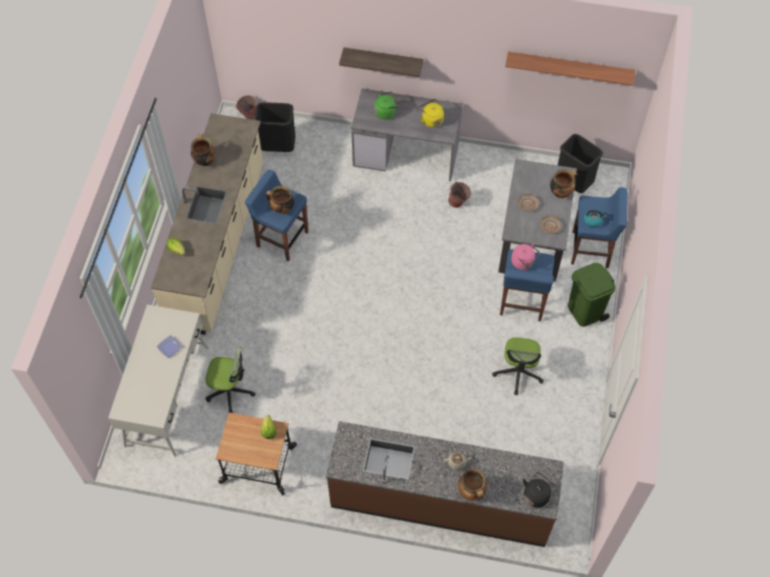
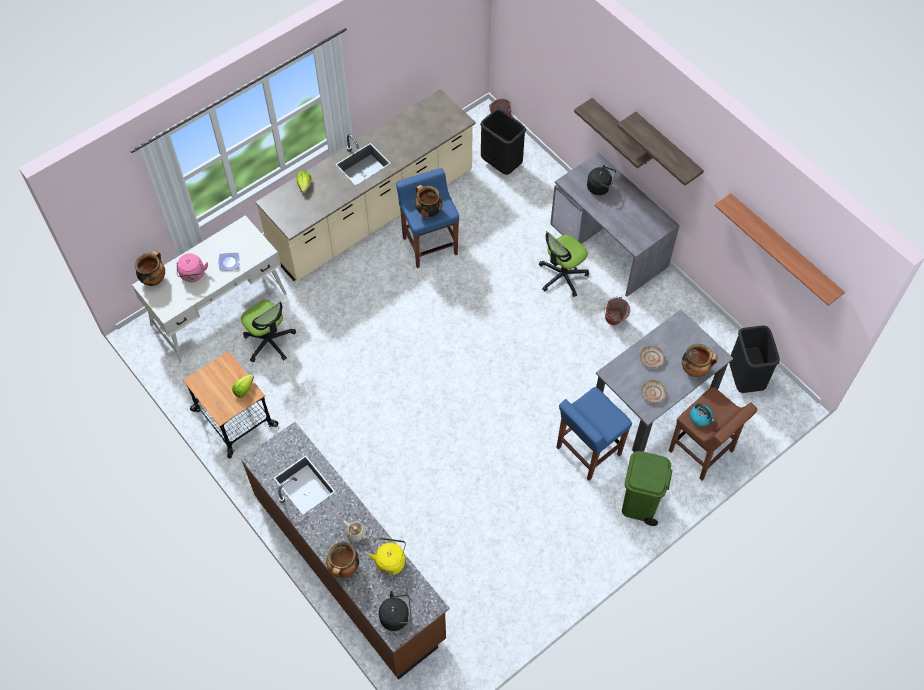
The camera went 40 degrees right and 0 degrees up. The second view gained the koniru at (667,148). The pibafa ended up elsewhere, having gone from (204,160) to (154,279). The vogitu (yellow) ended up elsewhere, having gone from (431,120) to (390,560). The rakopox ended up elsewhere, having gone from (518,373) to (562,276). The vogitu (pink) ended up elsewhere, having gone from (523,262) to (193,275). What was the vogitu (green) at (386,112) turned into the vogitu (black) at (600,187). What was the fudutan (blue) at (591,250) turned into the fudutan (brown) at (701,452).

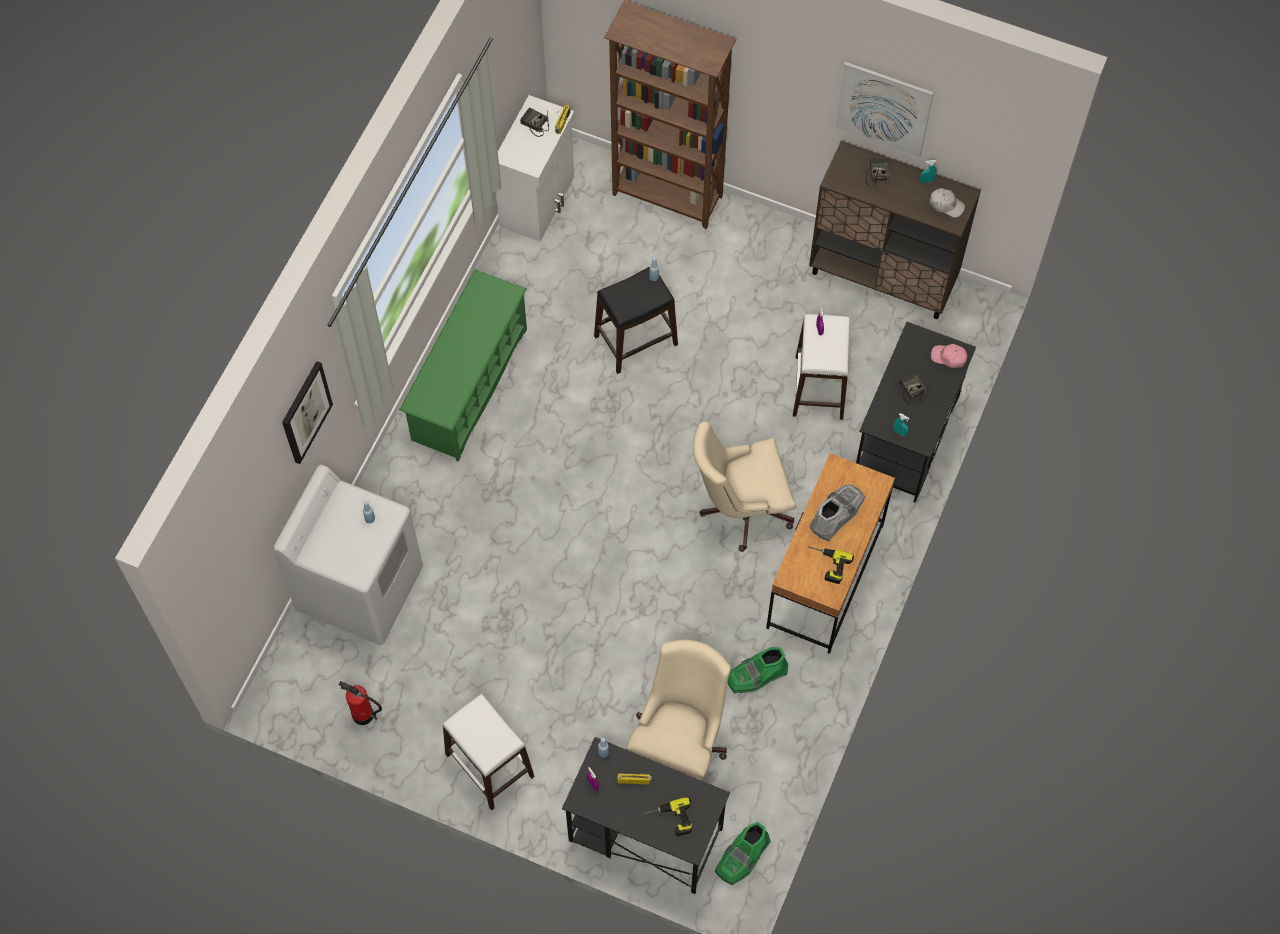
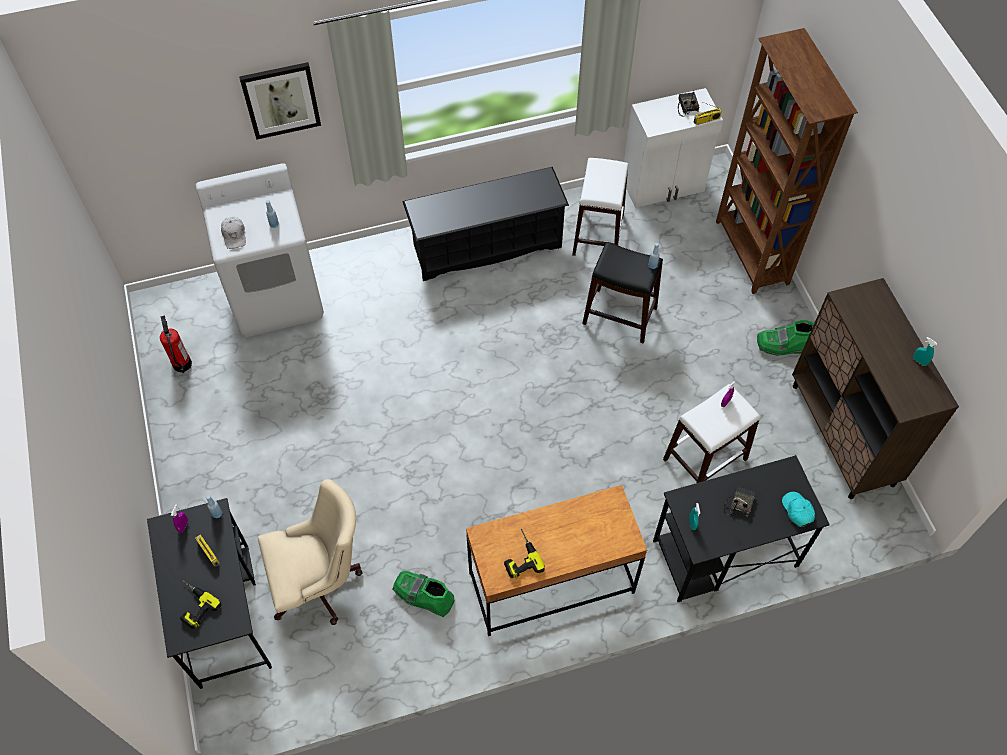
The camera went 50 degrees right and 5 degrees down. The second view lost the rakopox (beige) at (740,508). The second view lost the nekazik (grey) at (836,514). The second view lost the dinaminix at (883,108). The second view lost the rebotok at (877,173). The fudutan (white) ended up elsewhere, having gone from (489,766) to (597,234). The nekazik (green) ended up elsewhere, having gone from (742,857) to (783,345). The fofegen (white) ended up elsewhere, having gone from (946,205) to (234,235). What was the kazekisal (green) at (469,385) turned into the kazekisal (black) at (486,246). What was the fofegen (pink) at (949,357) turned into the fofegen (turquoise) at (797,511).

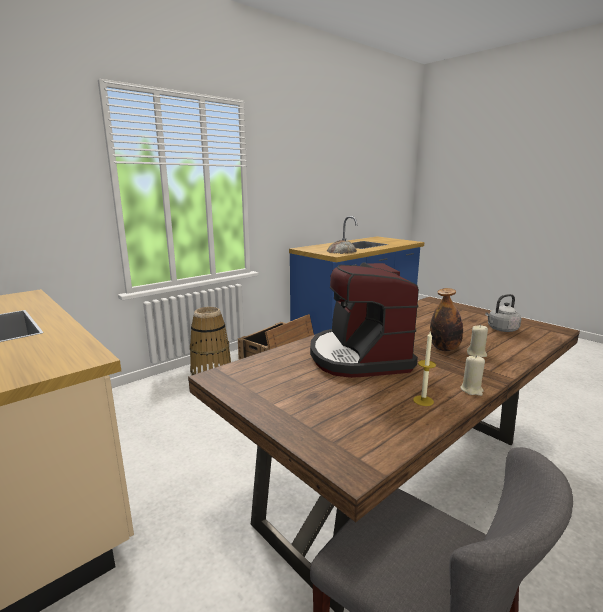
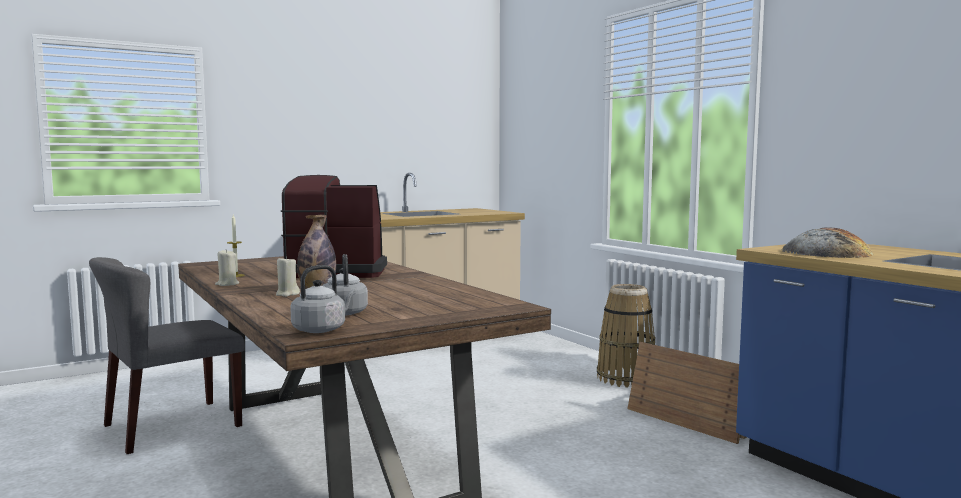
The camera went 100 degrees right and 10 degrees down. The second view gained the vogitu (grey) at (321,329).

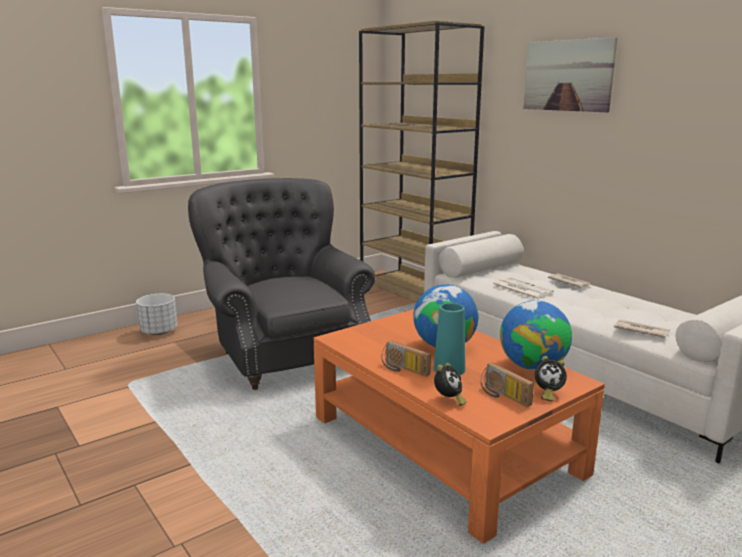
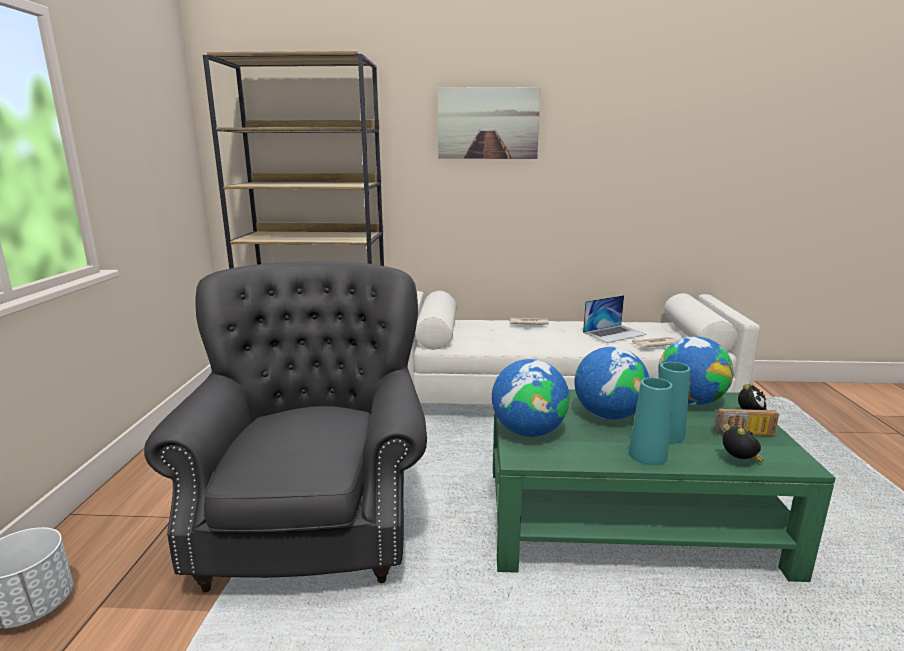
The camera went 50 degrees left and 0 degrees up. The second view lost the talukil at (520,289). The second view gained the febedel at (528,431). The second view gained the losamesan at (614,333). Where the rebotok stood at (403,369), the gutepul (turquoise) came to stand at (647,455). What was the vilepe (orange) at (444,445) turned into the vilepe (green) at (628,518). The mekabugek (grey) at (285,354) ended up facing another way, 75 degrees clockwise from before.

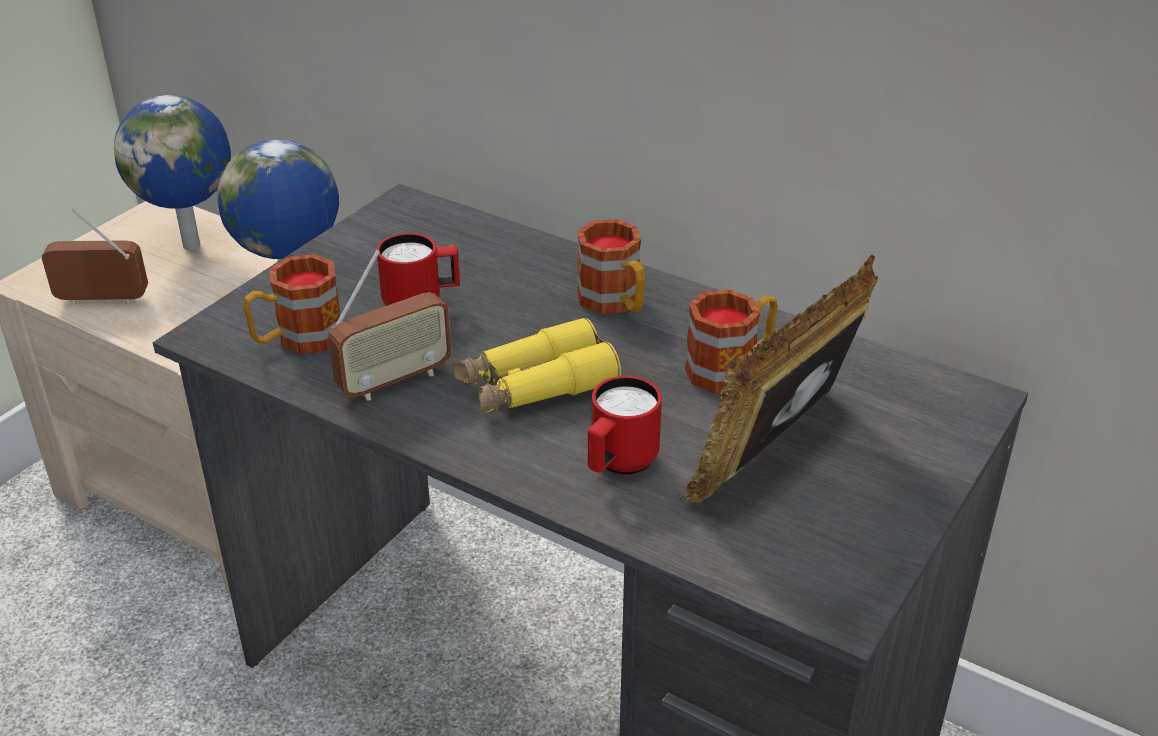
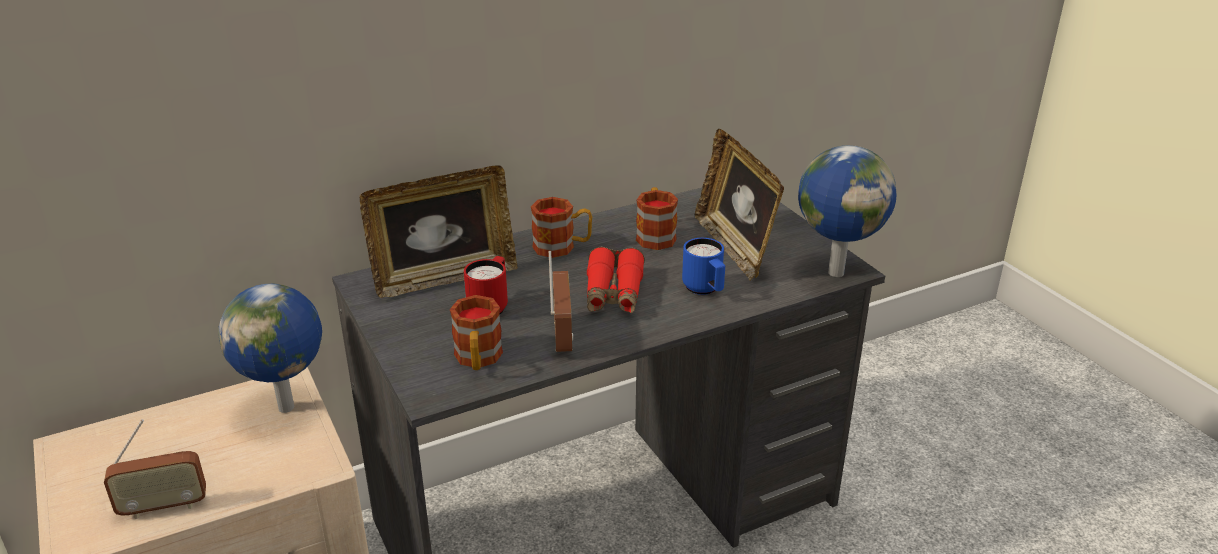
The camera went 60 degrees left and 5 degrees down. The second view gained the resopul at (444,277). The febedel ended up elsewhere, having gone from (194,244) to (835,272). What was the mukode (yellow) at (535,385) turned into the mukode (red) at (613,293). What was the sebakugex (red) at (618,464) turned into the sebakugex (blue) at (705,290). The rebotok at (103,301) ended up facing another way, 135 degrees counterclockwise from before.

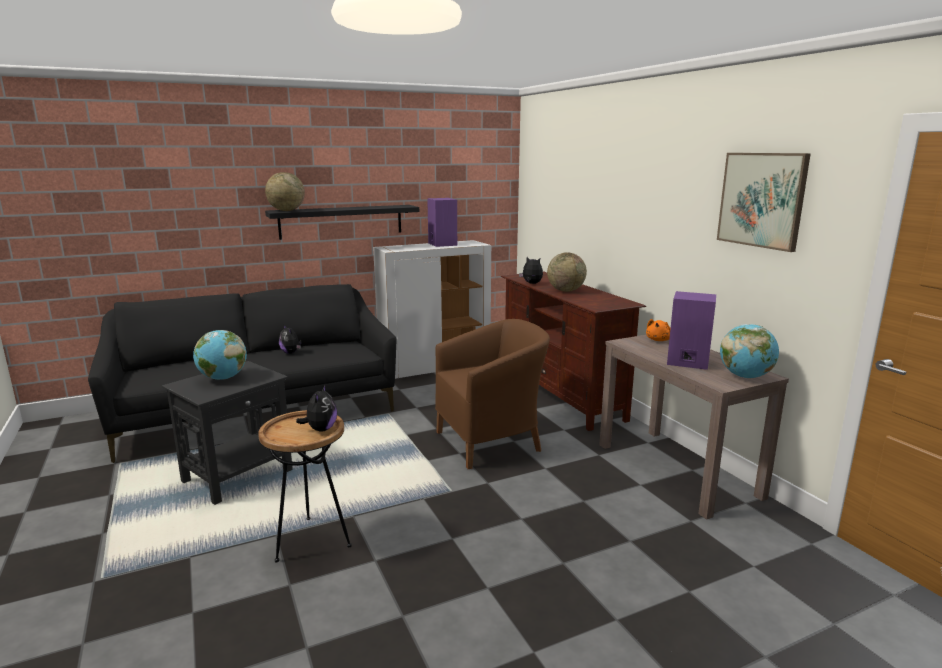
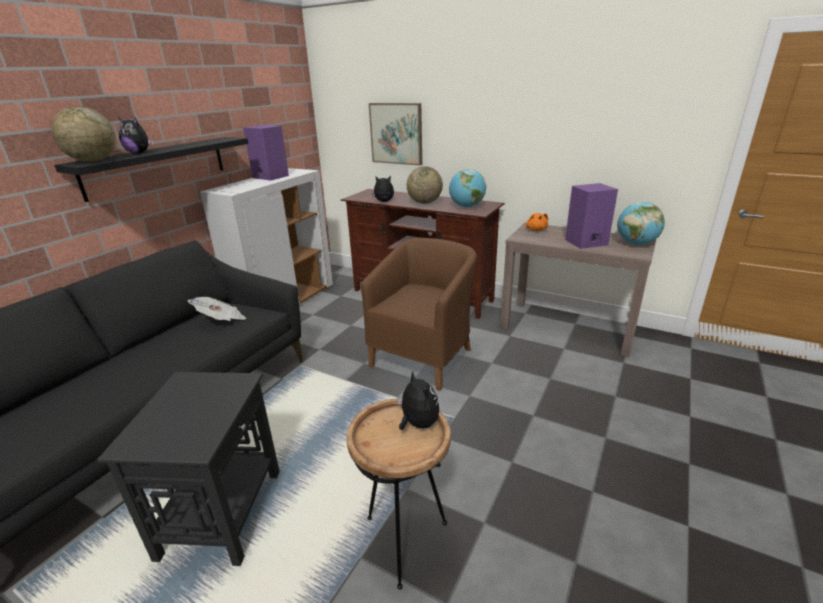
The camera went 35 degrees left and 10 degrees up. The second view gained the talukil at (221,320). The febedel ended up elsewhere, having gone from (223,378) to (466,207). The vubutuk ended up elsewhere, having gone from (291,353) to (139,153). The dinaminix ended up elsewhere, having gone from (762,200) to (396,133).

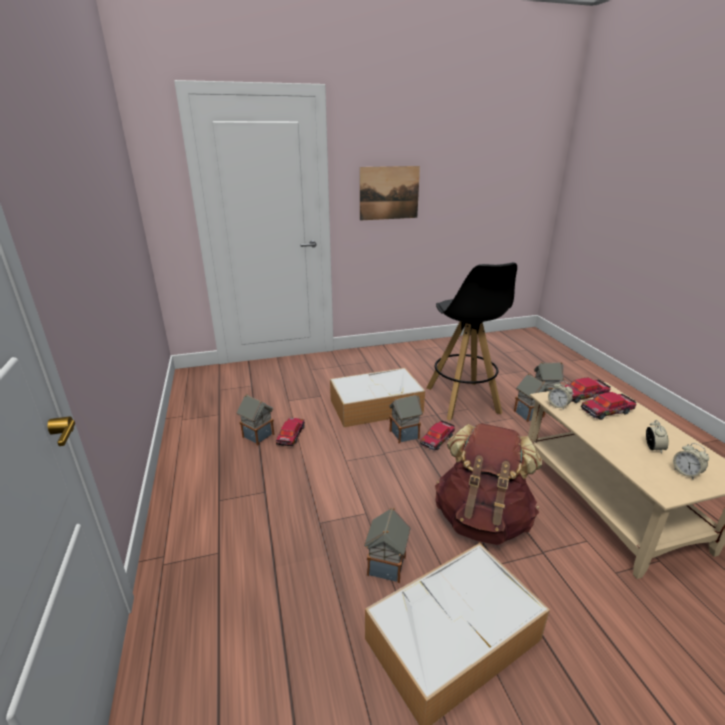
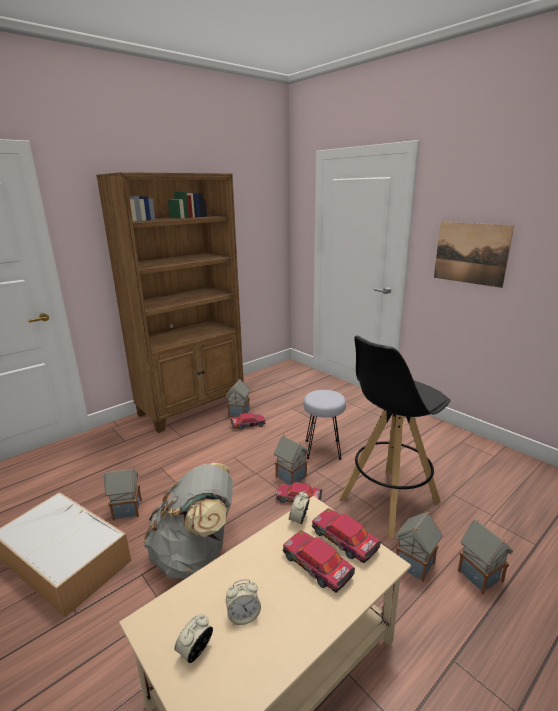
The camera went 65 degrees right and 5 degrees down. The second view gained the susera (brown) at (192,407). Where the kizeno stood at (377,406), the fudutan (grey) came to stand at (323,449). What was the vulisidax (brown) at (482,519) turned into the vulisidax (grey) at (196,553).

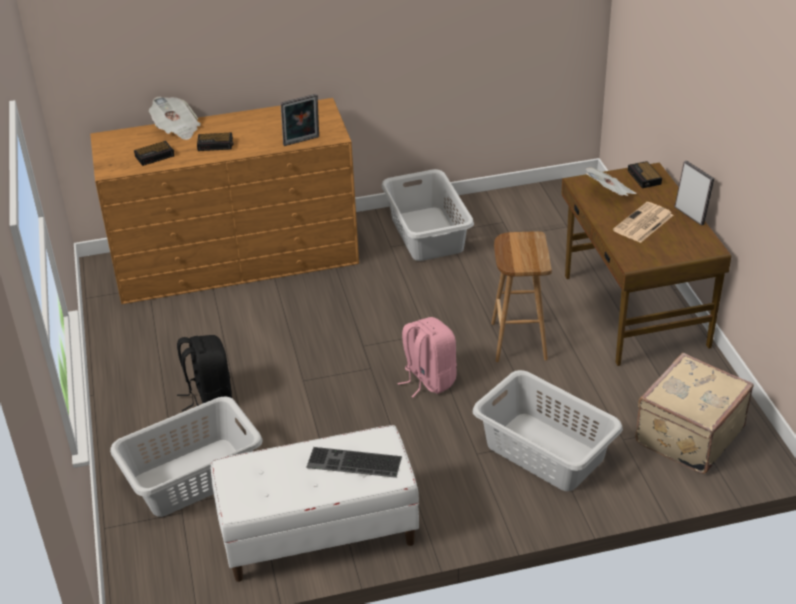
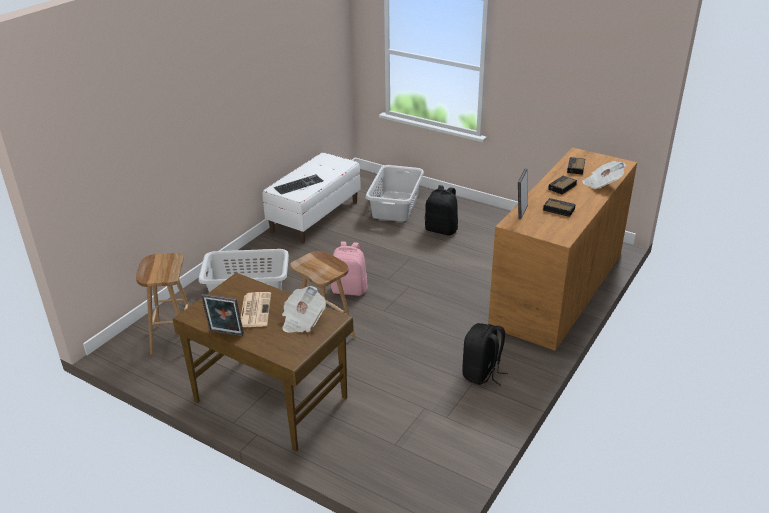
The camera went 135 degrees right and 5 degrees down. The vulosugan ended up elsewhere, having gone from (644,178) to (558,209). Where the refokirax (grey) stood at (427,233), the vulisidax (black) came to stand at (482,373). Where the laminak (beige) stood at (687,435), the fudutan (brown) came to stand at (173,338).

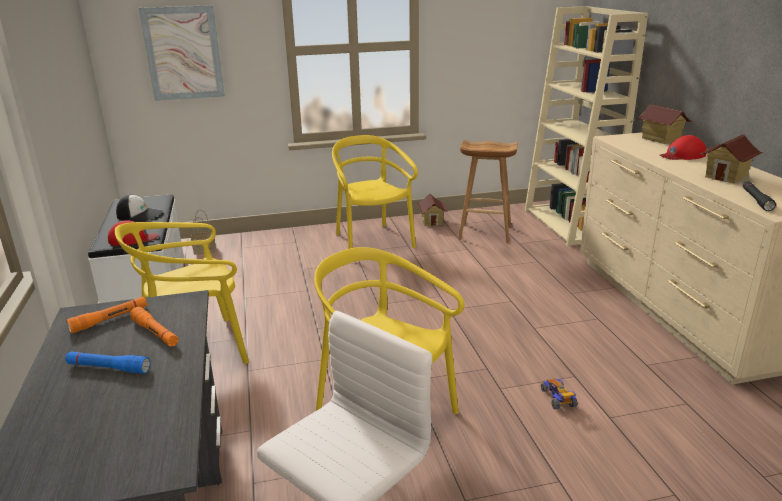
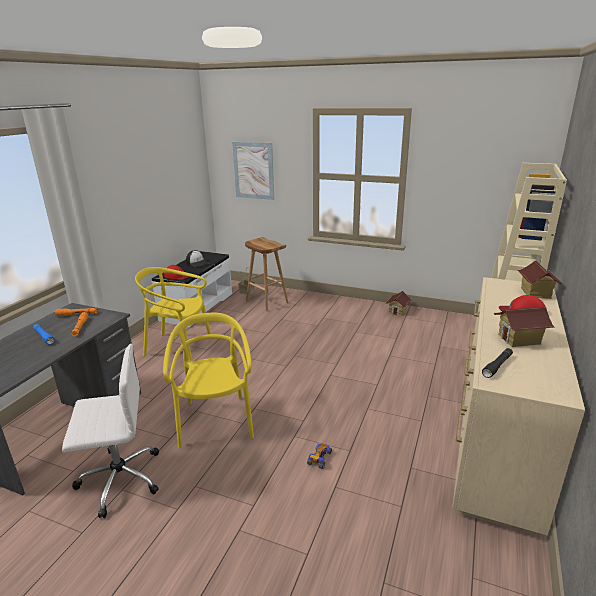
The camera went 35 degrees right and 0 degrees up. The second view lost the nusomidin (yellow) at (372,242). The fudutan (brown) ended up elsewhere, having gone from (484,233) to (266,301).

